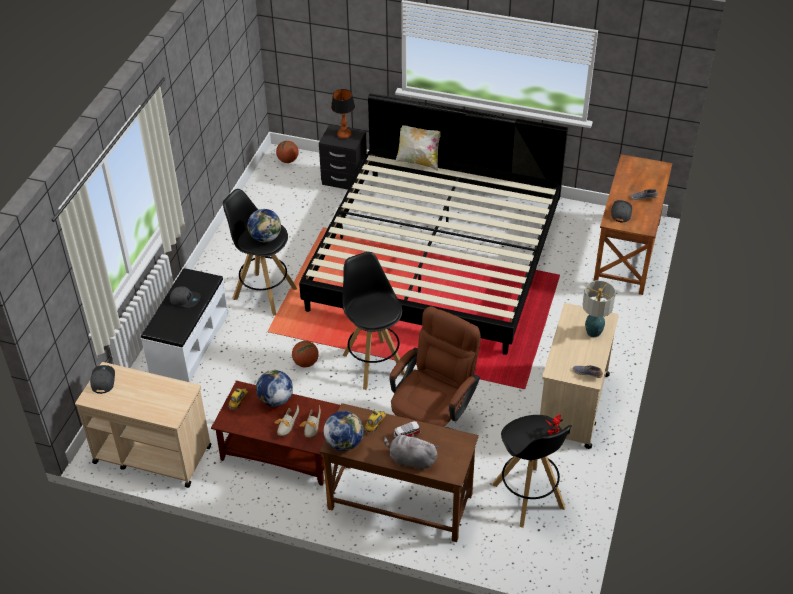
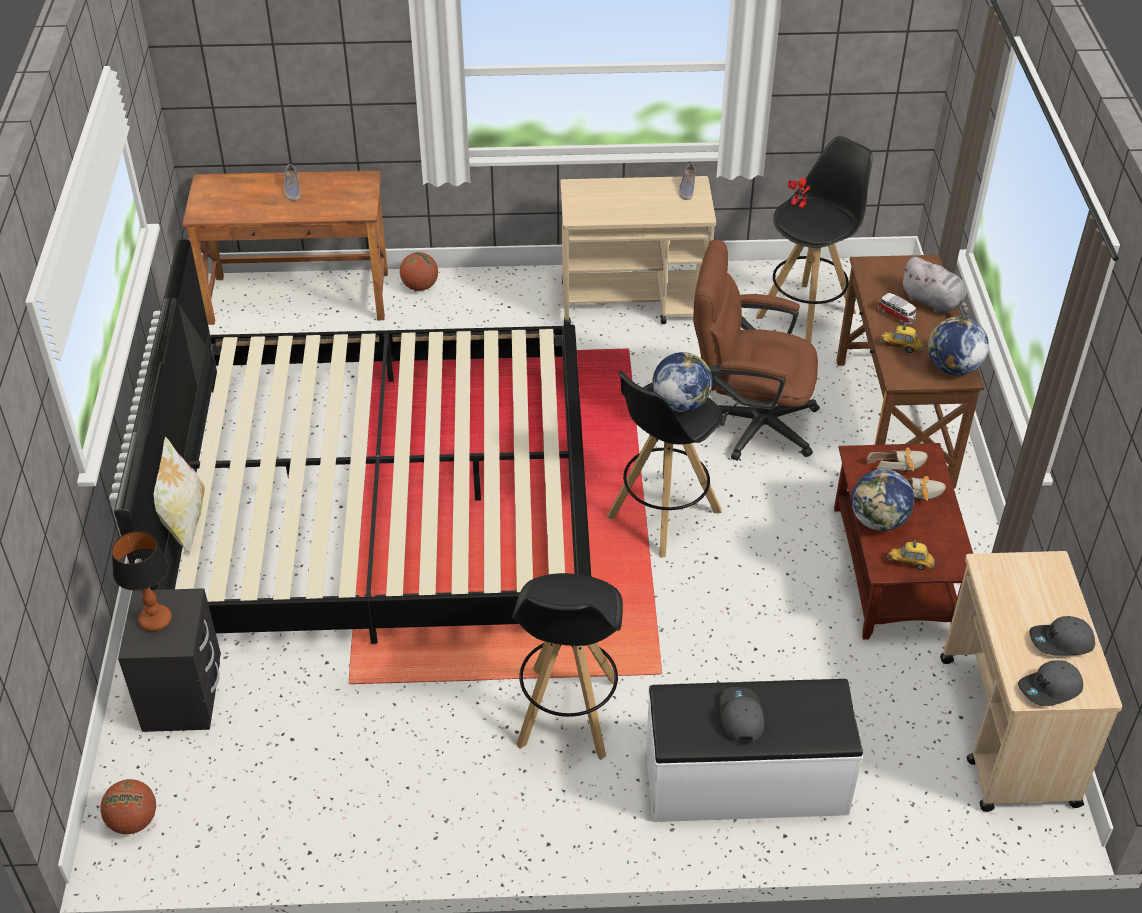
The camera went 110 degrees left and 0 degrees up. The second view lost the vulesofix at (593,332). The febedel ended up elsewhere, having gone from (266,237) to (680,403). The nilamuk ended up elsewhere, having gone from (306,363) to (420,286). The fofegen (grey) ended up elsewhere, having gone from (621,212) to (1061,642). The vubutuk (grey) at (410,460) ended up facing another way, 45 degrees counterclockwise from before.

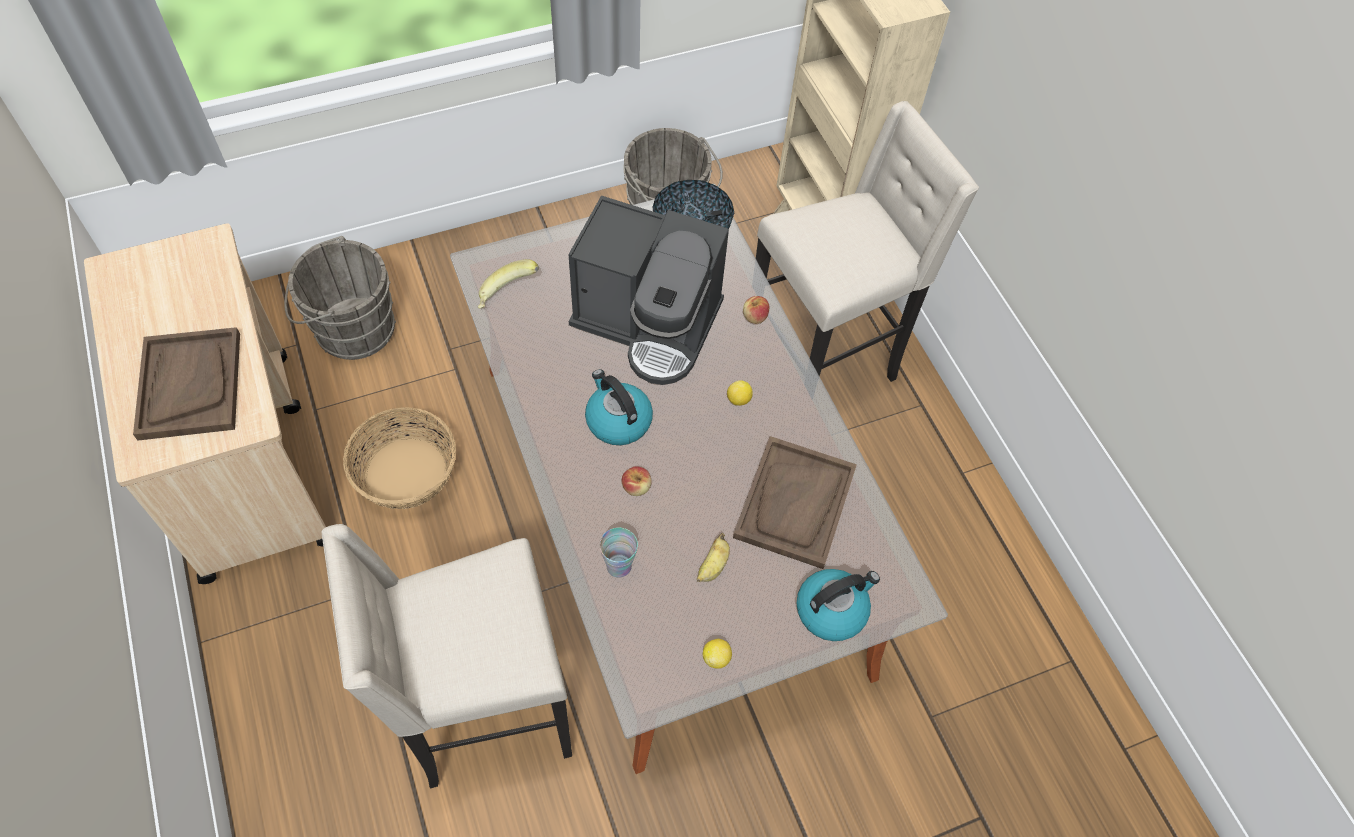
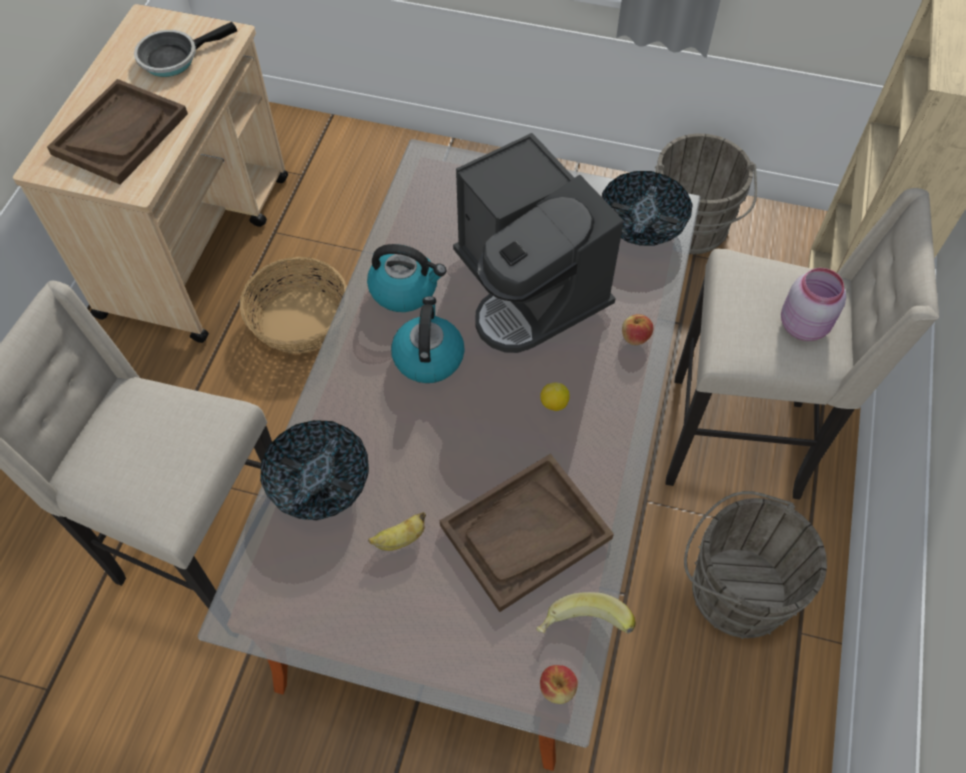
The camera went 40 degrees right and 0 degrees up. The second view lost the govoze at (716,658). The second view gained the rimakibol at (173,58). The second view gained the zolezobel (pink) at (804,324). The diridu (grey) ended up elsewhere, having gone from (350,329) to (733,588). The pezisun ended up elsewhere, having gone from (508,296) to (582,629). The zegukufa ended up elsewhere, having gone from (636,487) to (557,688). The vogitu ended up elsewhere, having gone from (832,609) to (405,289). Where the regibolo stood at (619,566), the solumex came to stand at (319,483).

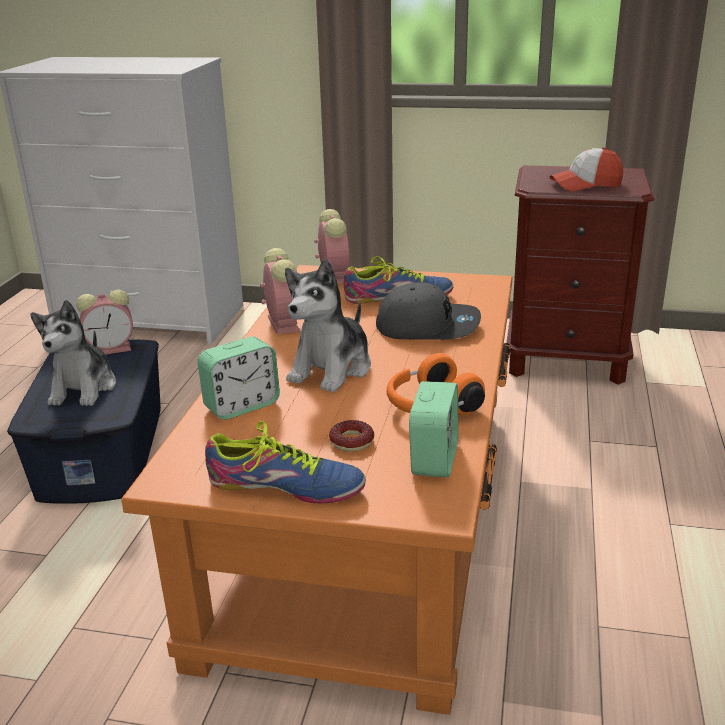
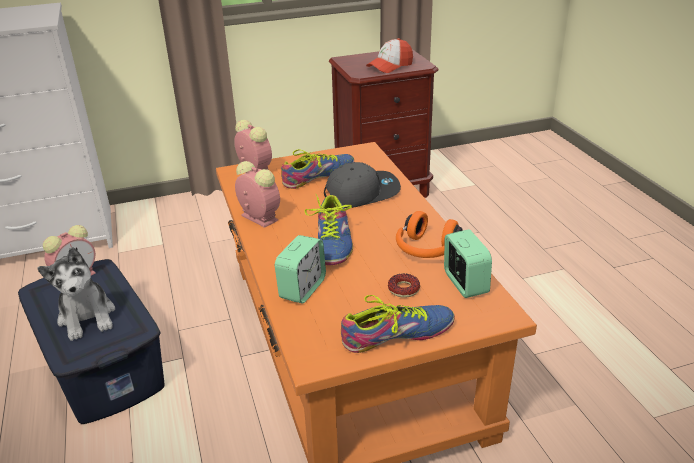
The camera went 30 degrees left and 5 degrees up. Where the vubutuk stood at (332,369), the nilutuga came to stand at (333,242).

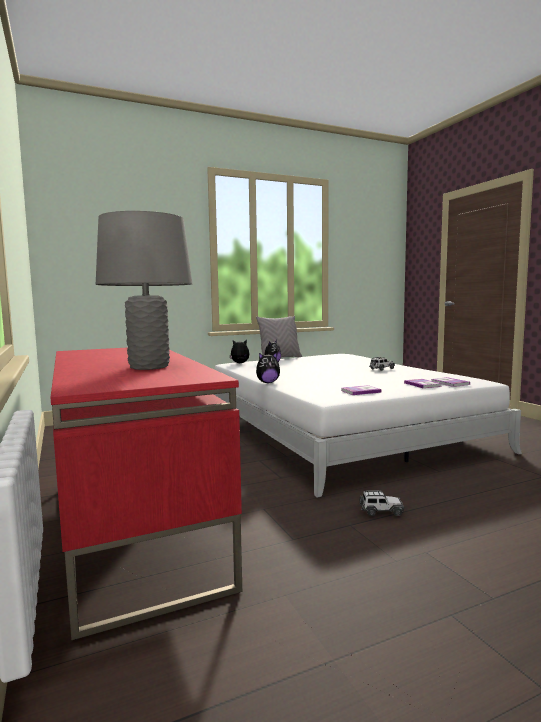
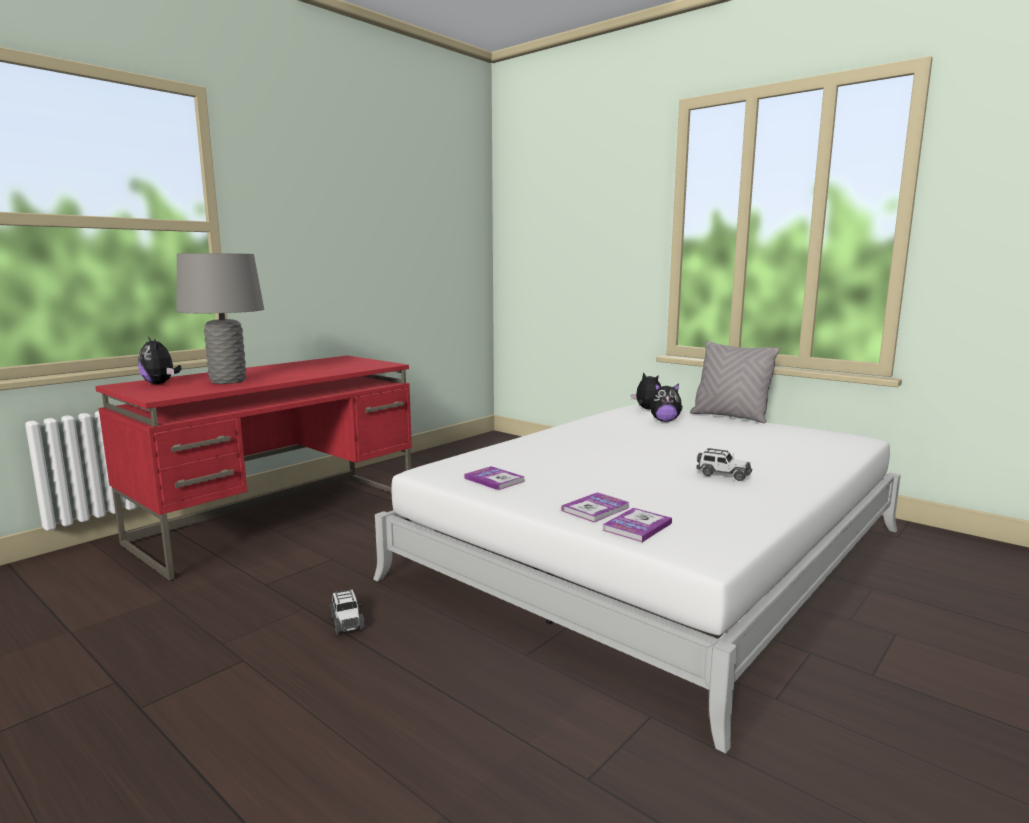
The camera went 65 degrees right and 5 degrees up. The vubutuk ended up elsewhere, having gone from (267,382) to (160,383).

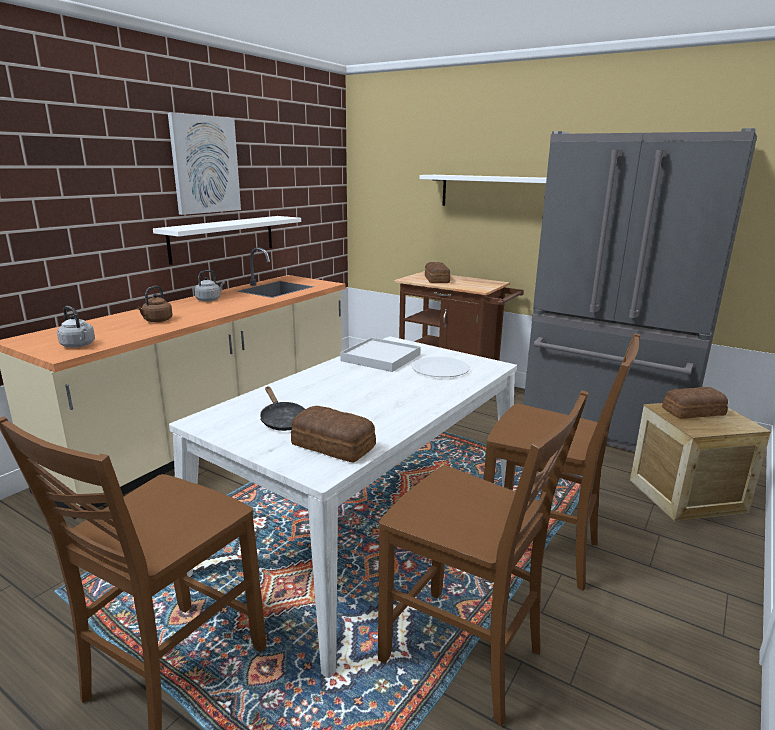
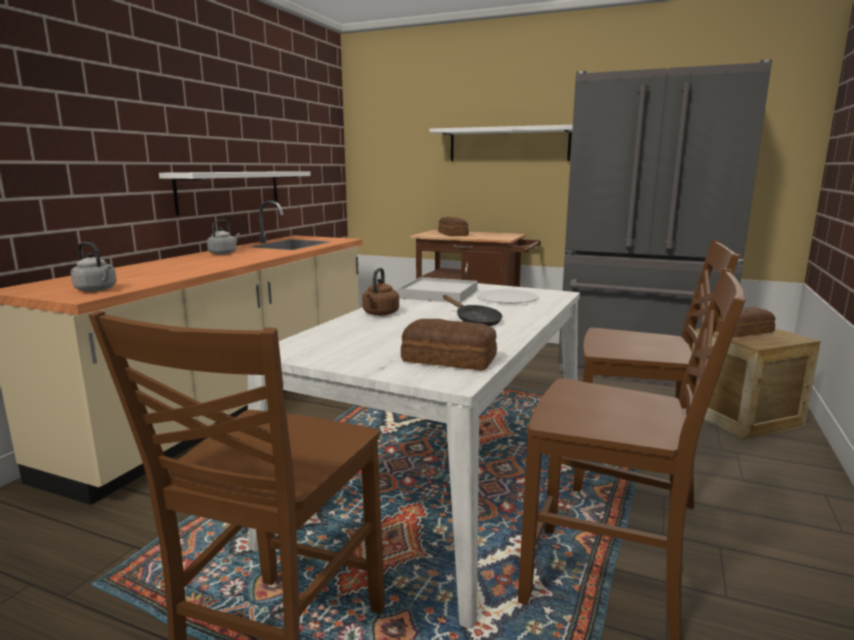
The camera went 10 degrees left and 5 degrees down. The second view lost the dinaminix at (205,165). The vogitu (brown) ended up elsewhere, having gone from (157,321) to (380,314). The rimakibol (black) ended up elsewhere, having gone from (282,420) to (475,321).

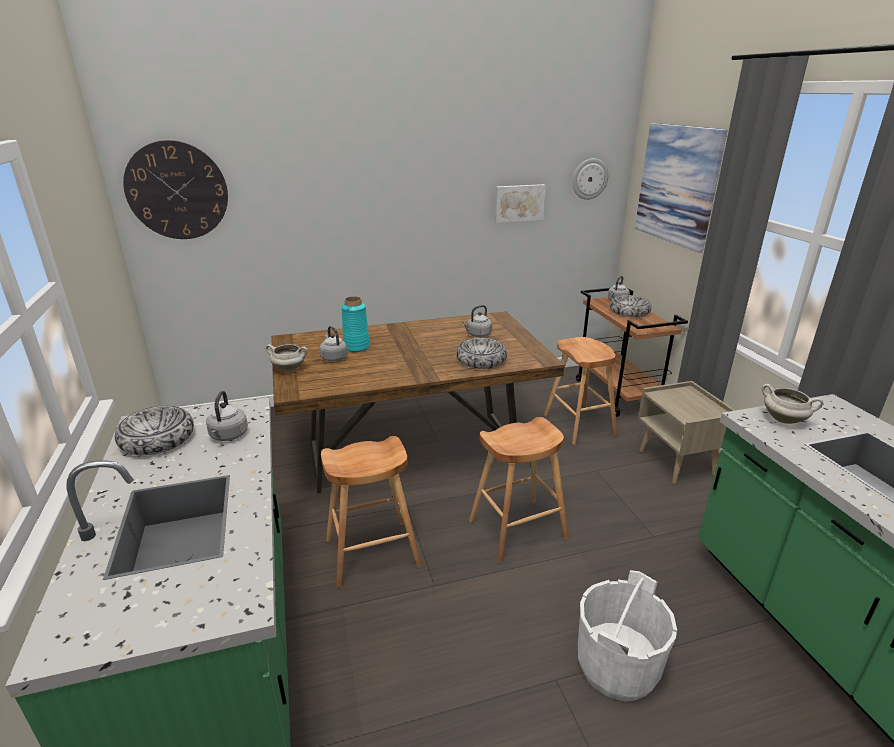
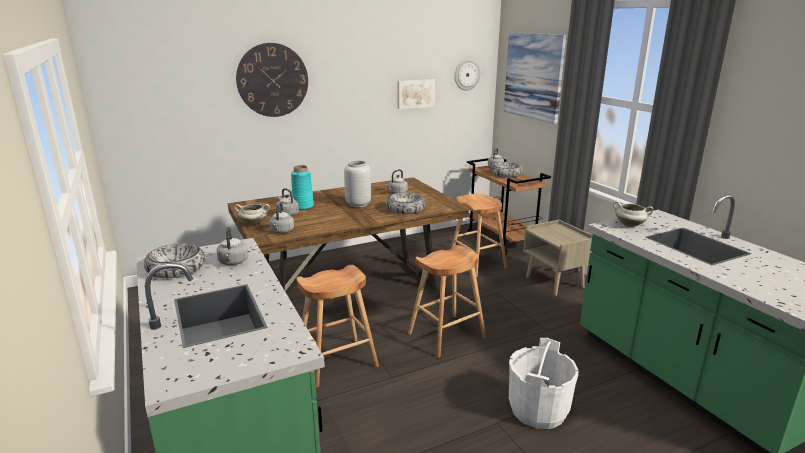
The camera went 10 degrees left and 5 degrees down. The second view gained the vogitu (grey) at (282,231). The second view gained the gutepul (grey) at (358,204). The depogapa ended up elsewhere, having gone from (177,191) to (272,80).

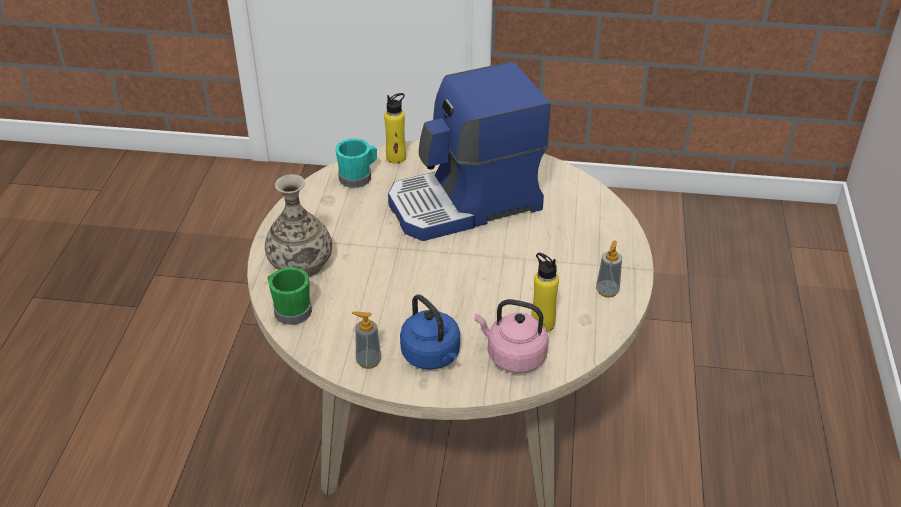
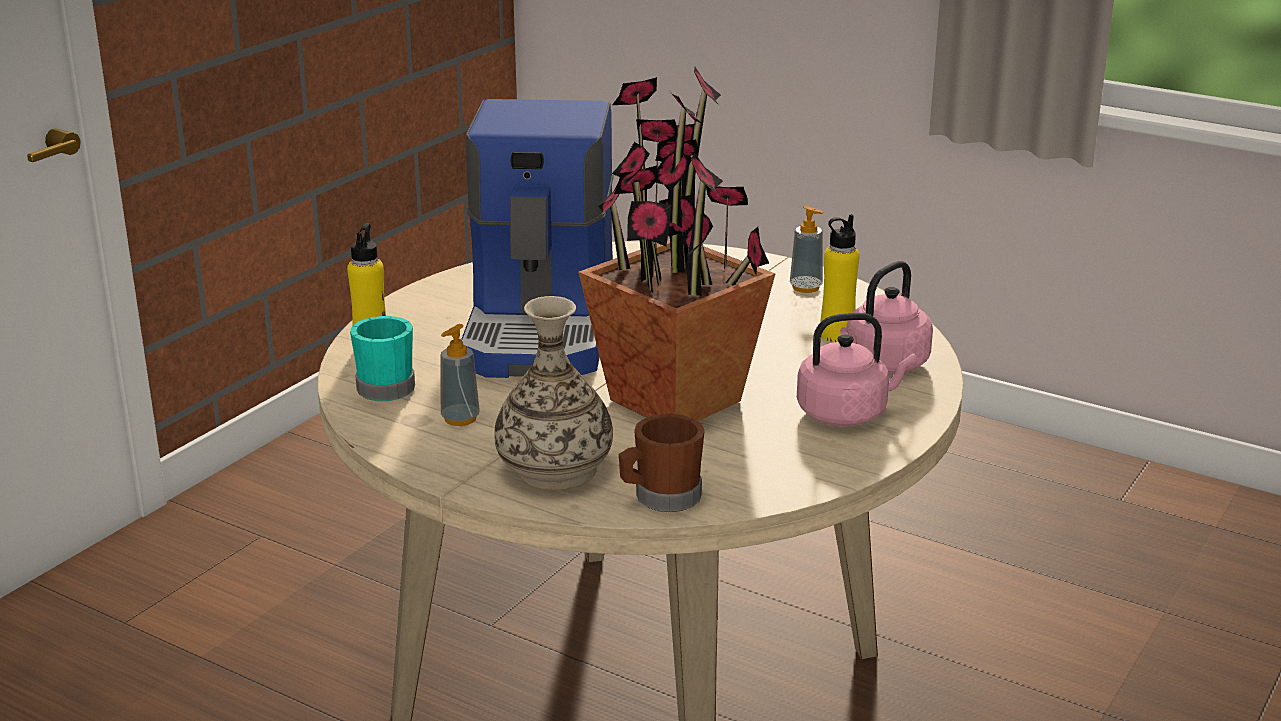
The camera went 65 degrees left and 15 degrees down. The second view gained the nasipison at (674,401). The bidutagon ended up elsewhere, having gone from (368,361) to (460,419). What was the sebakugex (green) at (289,310) turned into the sebakugex (brown) at (661,498). What was the vogitu (blue) at (432,356) turned into the vogitu (pink) at (846,413).

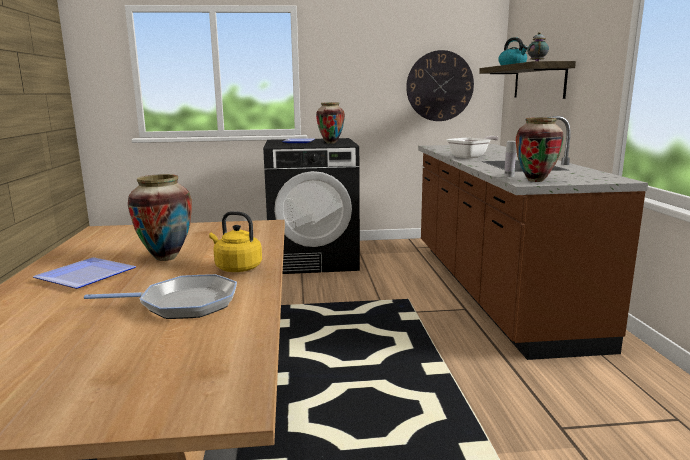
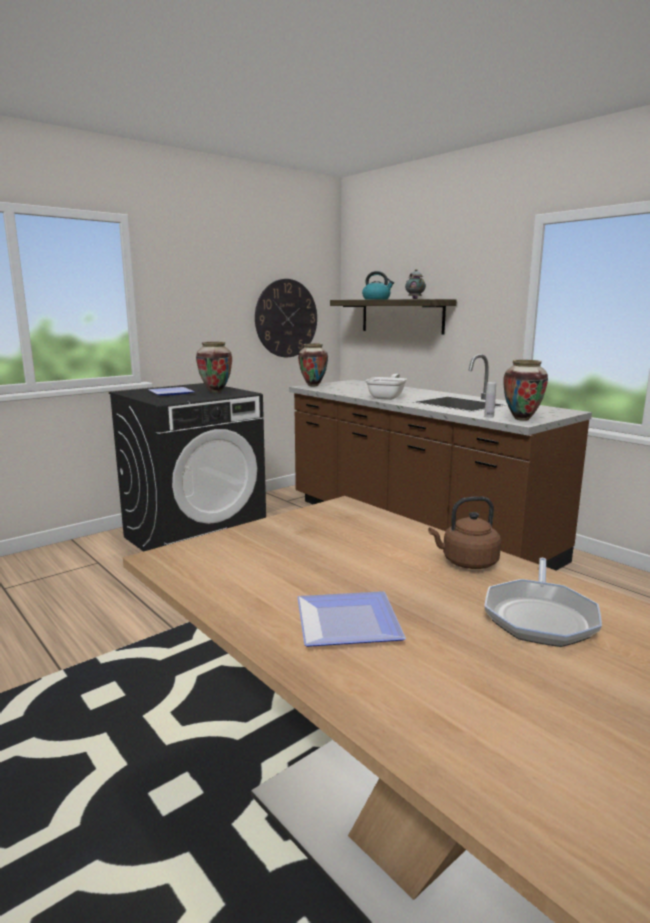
The camera went 35 degrees left and 0 degrees up. The gutepul ended up elsewhere, having gone from (166,258) to (313,385). What was the vogitu (yellow) at (236,268) turned into the vogitu (brown) at (467,562). The rimakibol at (184,304) ended up facing another way, 150 degrees clockwise from before.

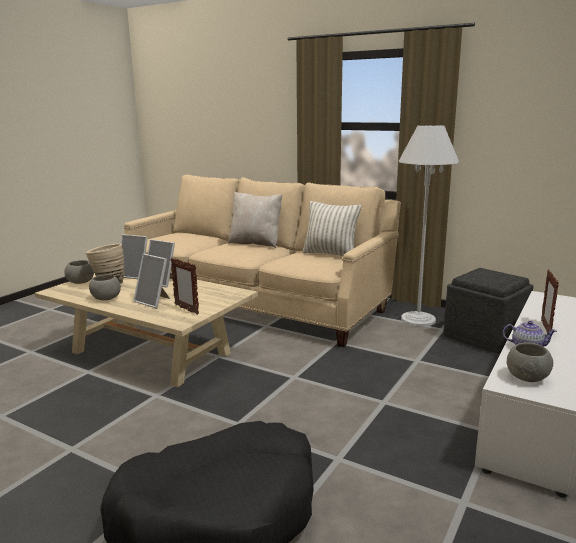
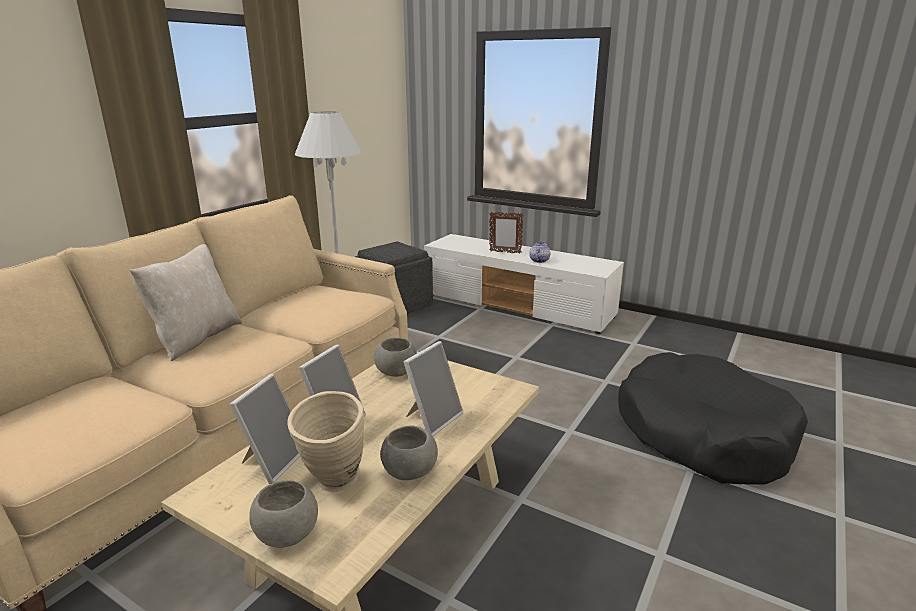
The camera went 90 degrees left and 5 degrees up. The second view lost the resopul at (186,310). The second view lost the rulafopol at (330,254). The solumex (grey) ended up elsewhere, having gone from (528,378) to (396,372).

